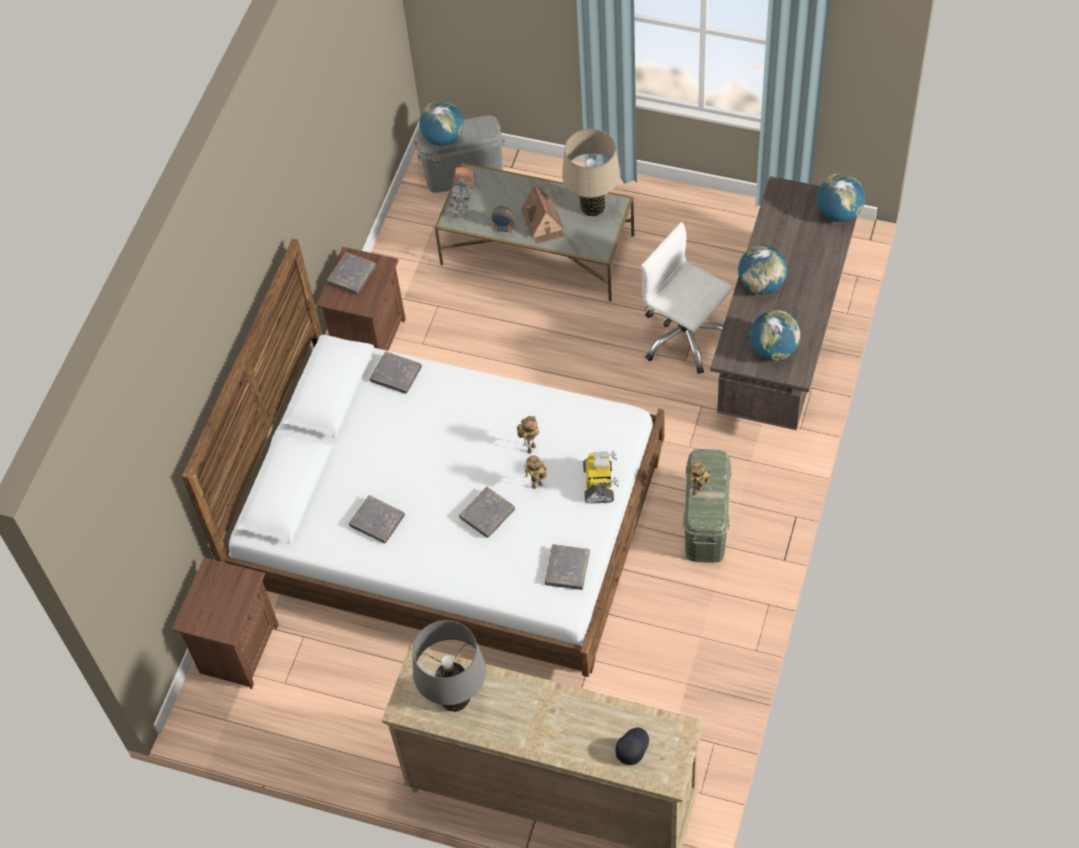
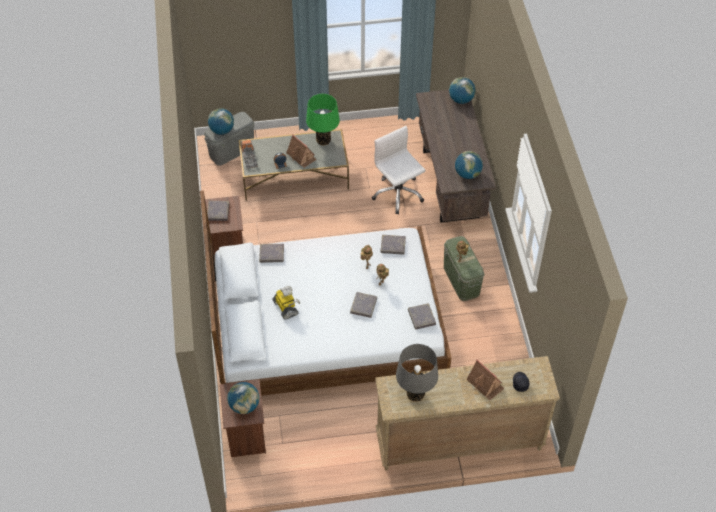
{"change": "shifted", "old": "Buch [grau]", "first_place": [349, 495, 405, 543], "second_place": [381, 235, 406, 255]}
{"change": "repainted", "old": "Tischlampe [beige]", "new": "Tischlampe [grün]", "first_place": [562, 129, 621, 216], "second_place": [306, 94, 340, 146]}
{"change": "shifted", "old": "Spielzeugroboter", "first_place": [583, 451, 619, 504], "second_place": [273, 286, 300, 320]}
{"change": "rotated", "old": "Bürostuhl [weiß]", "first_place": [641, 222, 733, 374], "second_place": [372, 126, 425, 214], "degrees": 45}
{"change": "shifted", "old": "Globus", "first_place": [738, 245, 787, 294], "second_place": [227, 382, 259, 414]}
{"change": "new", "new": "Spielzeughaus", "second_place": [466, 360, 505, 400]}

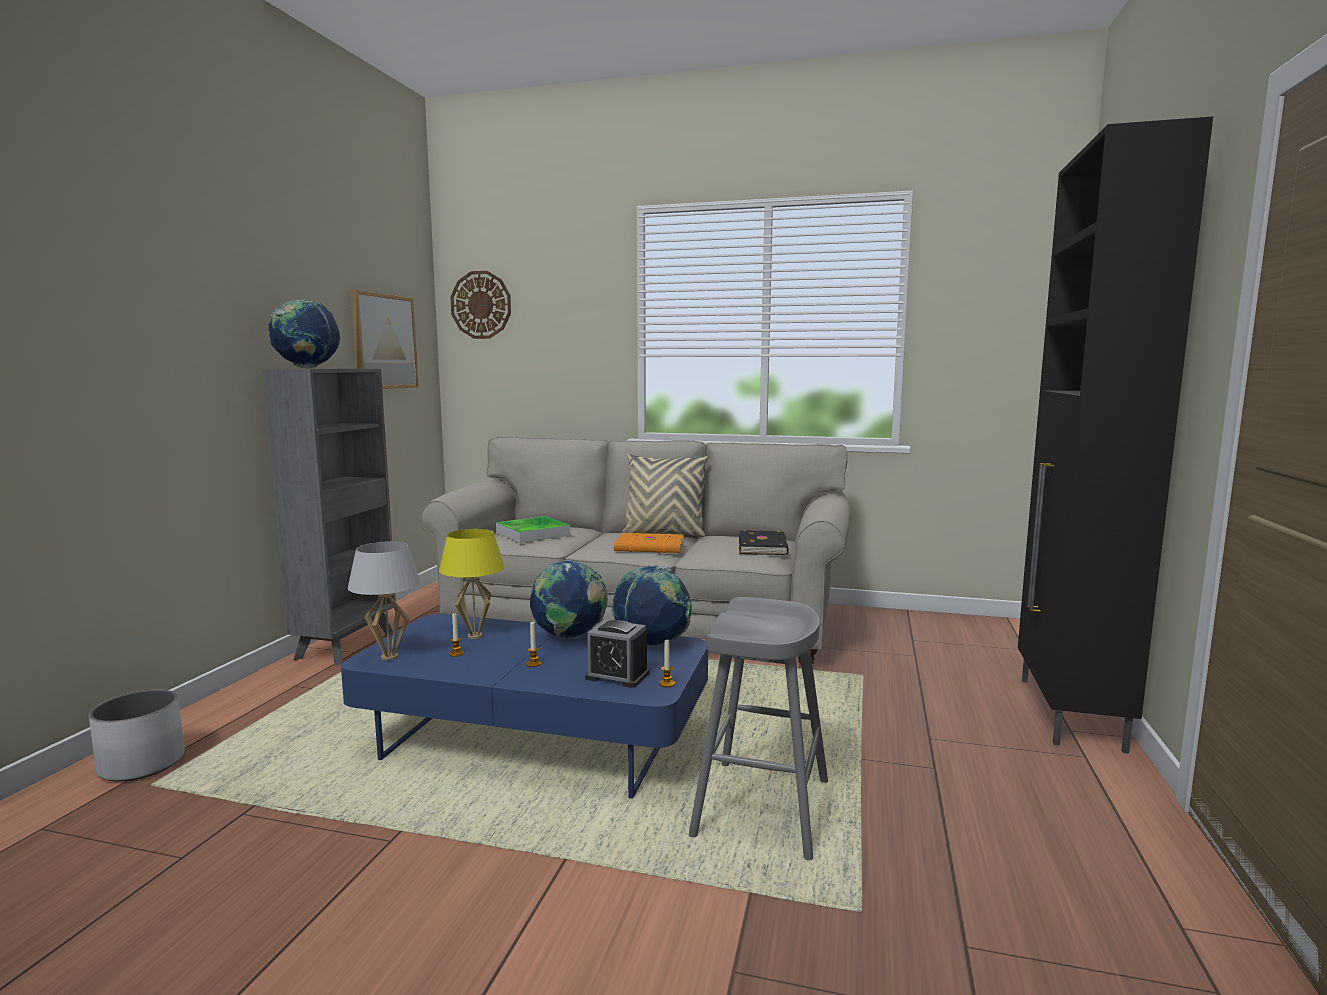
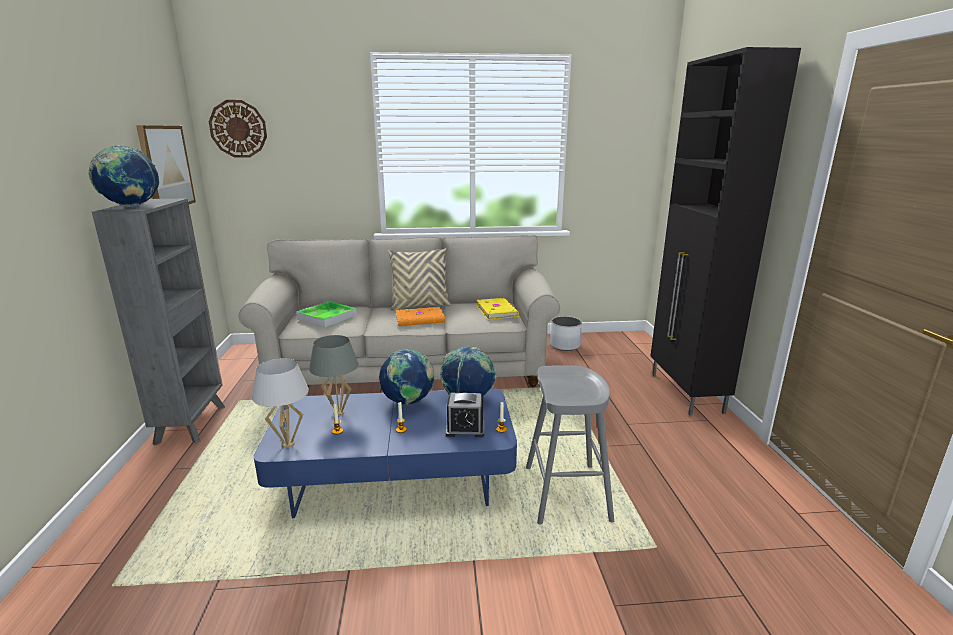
{"change": "shifted", "old": "Pflanzkübel [weiß]", "first_place": [89, 690, 185, 782], "second_place": [550, 316, 582, 351]}
{"change": "repainted", "old": "Tischlampe [gelb]", "new": "Tischlampe [grau]", "first_place": [439, 529, 505, 639], "second_place": [309, 335, 359, 416]}
{"change": "repainted", "old": "Buch [schwarz]", "new": "Buch [gelb]", "first_place": [739, 530, 789, 555], "second_place": [477, 298, 519, 319]}

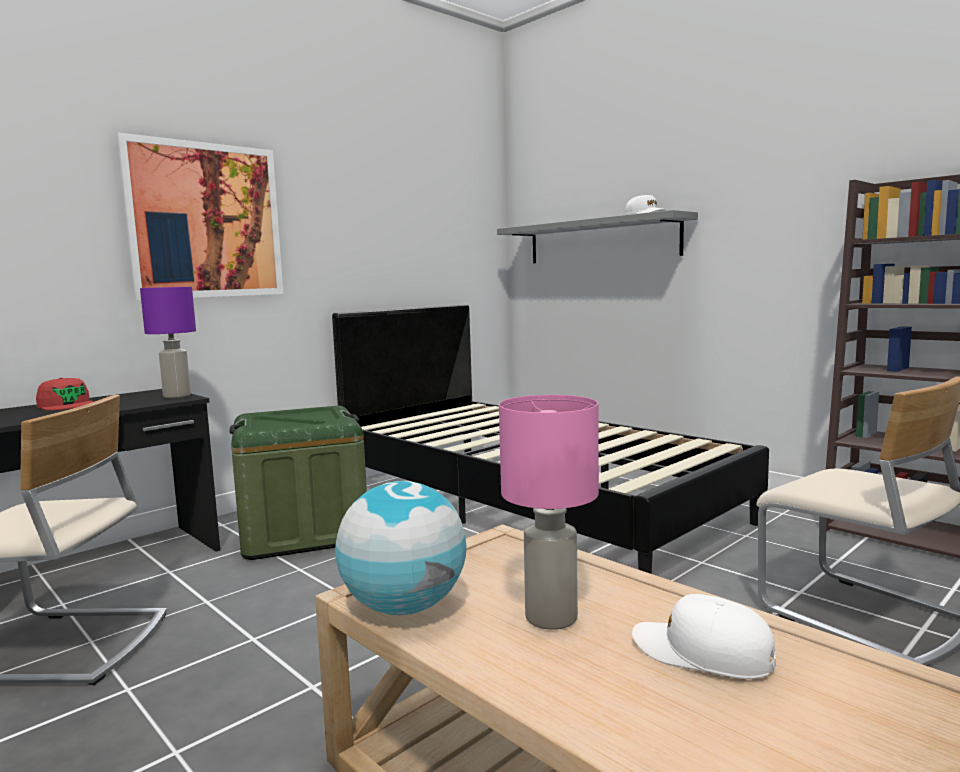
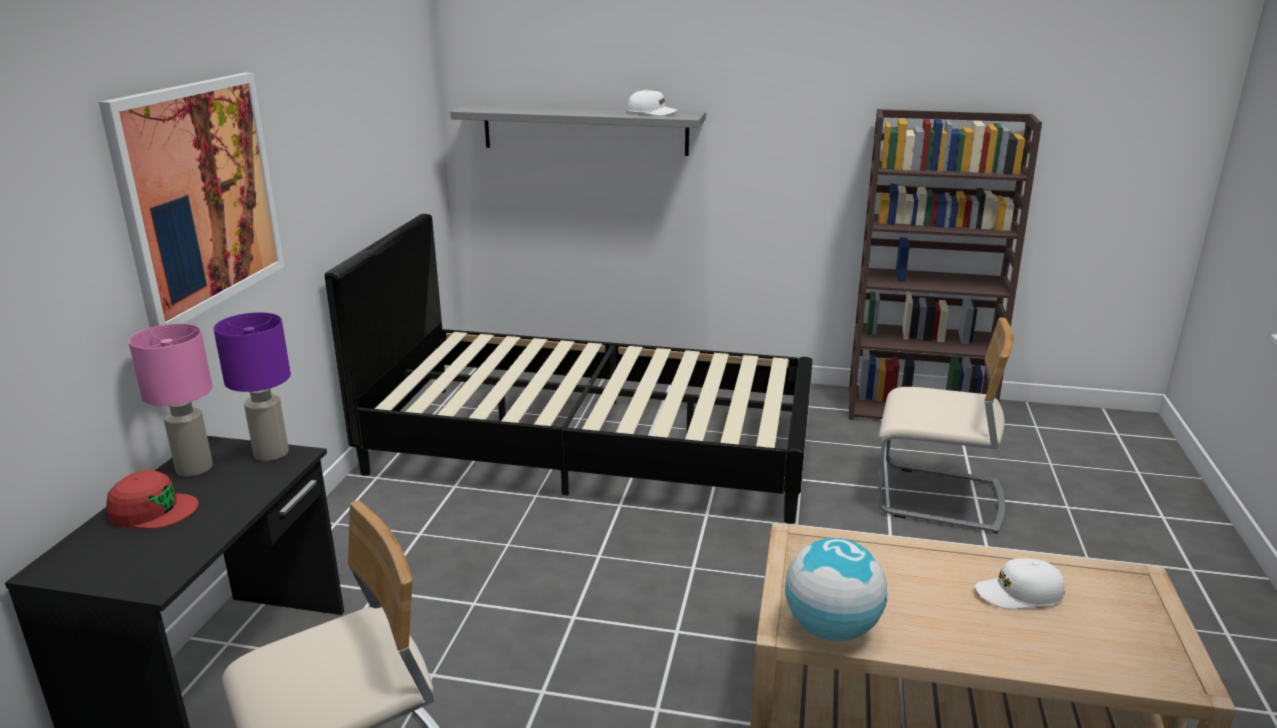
{"change": "gone", "old": "Aufbewahrungsbox [grün]", "first_place": [229, 406, 367, 560]}
{"change": "shifted", "old": "Tischlampe [rosa]", "first_place": [499, 395, 599, 630], "second_place": [128, 324, 213, 477]}

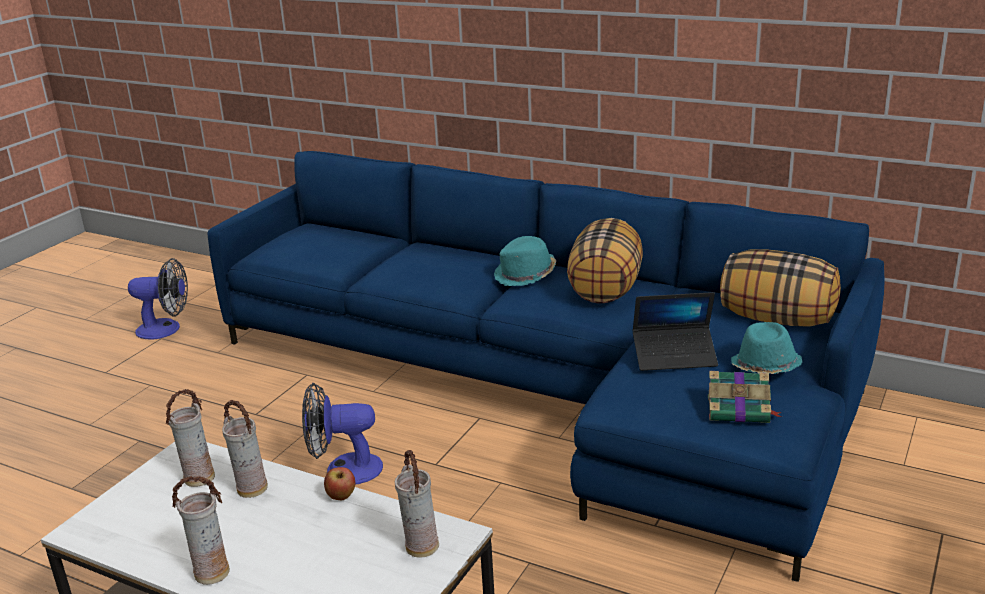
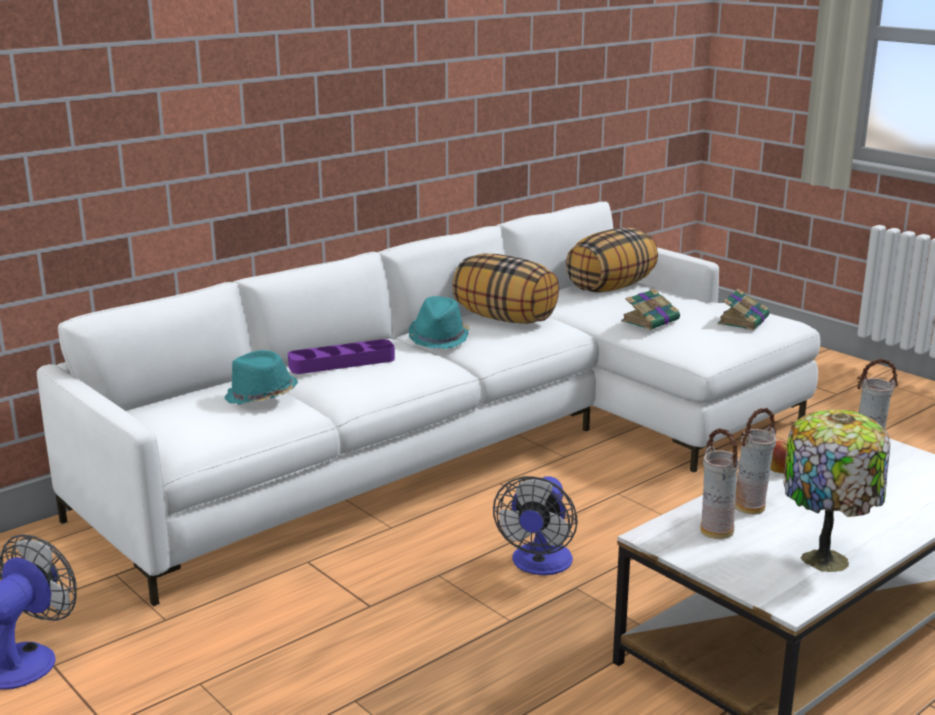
{"change": "gone", "old": "Vase", "first_place": [172, 476, 230, 585]}
{"change": "repainted", "old": "Sofa [blau]", "new": "Sofa [weiß]", "first_place": [208, 151, 885, 582], "second_place": [37, 202, 820, 606]}
{"change": "swapped", "old": "Laptop", "new": "Buch", "first_place": [633, 292, 718, 371], "second_place": [621, 288, 680, 330]}
{"change": "shifted", "old": "Hut [türkis]", "first_place": [731, 322, 802, 374], "second_place": [225, 350, 298, 405]}
{"change": "new", "new": "Tablett [lila]", "second_place": [288, 339, 395, 374]}
{"change": "new", "new": "Tischlampe", "second_place": [783, 410, 890, 572]}

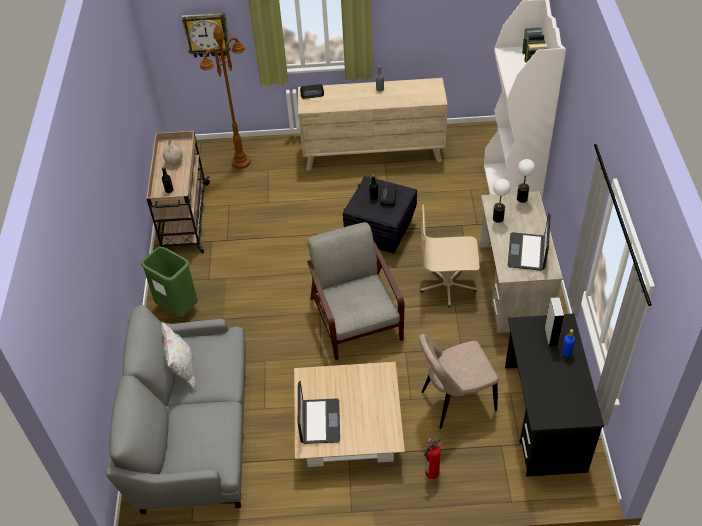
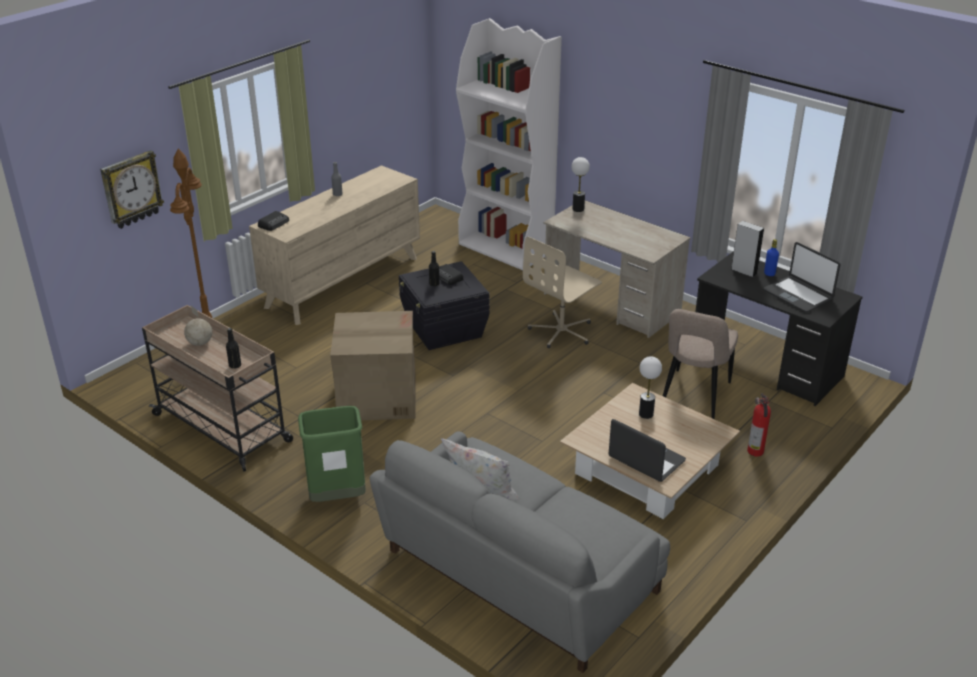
{"change": "gone", "old": "Sessel [grau]", "first_place": [307, 222, 404, 360]}
{"change": "shifted", "old": "Tischlampe", "first_place": [493, 179, 511, 223], "second_place": [639, 356, 662, 419]}
{"change": "shifted", "old": "Laptop", "first_place": [508, 213, 551, 271], "second_place": [763, 242, 841, 312]}
{"change": "new", "new": "Karton", "second_place": [330, 311, 415, 420]}

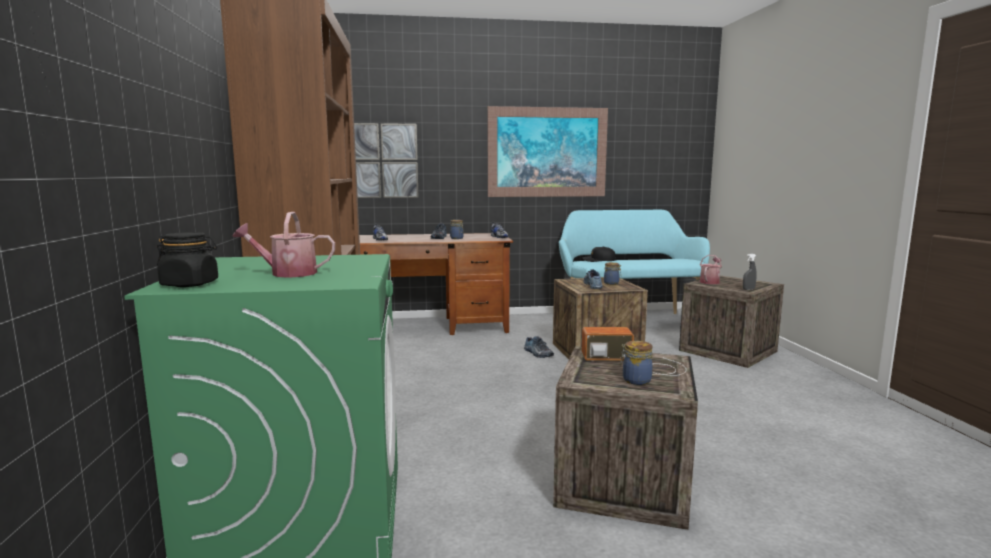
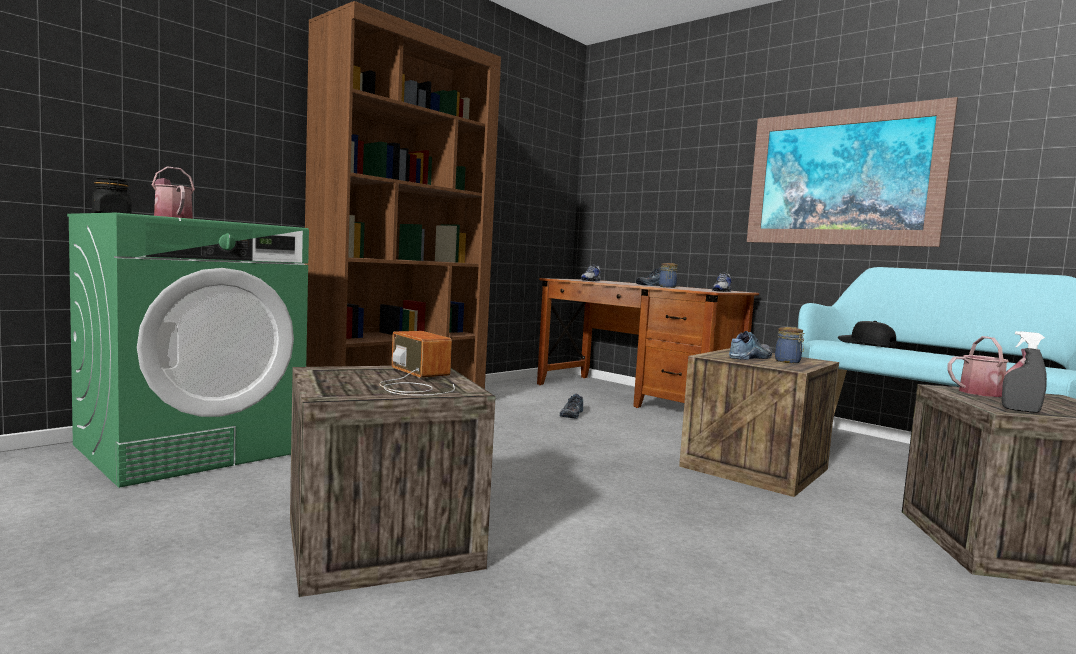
{"change": "gone", "old": "Bild", "first_place": [354, 123, 419, 198]}
{"change": "shifted", "old": "Schuh", "first_place": [524, 336, 554, 358], "second_place": [560, 394, 583, 419]}
{"change": "gone", "old": "Vorratsglas", "first_place": [620, 341, 653, 385]}

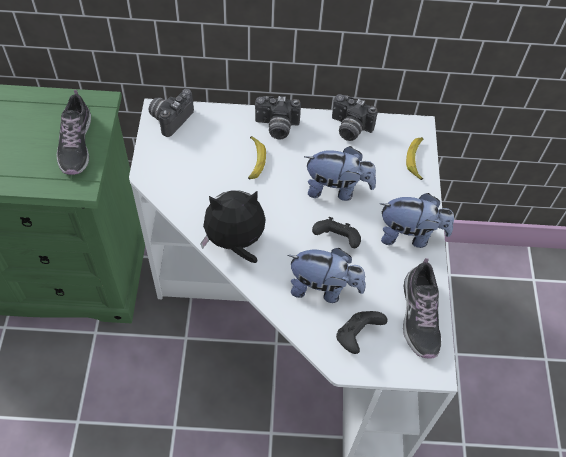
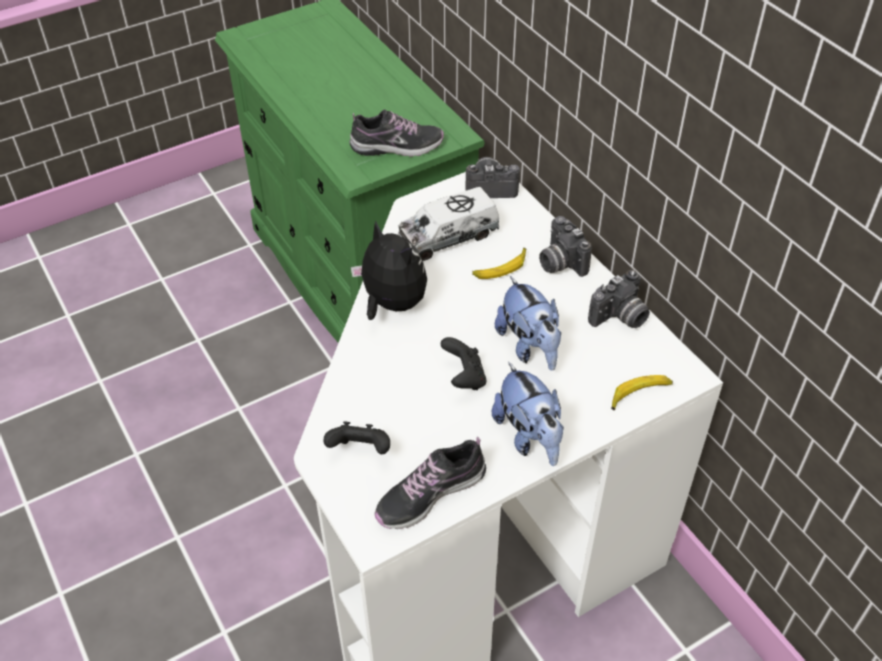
{"change": "rotated", "old": "Schuh", "first_place": [57, 90, 91, 175], "second_place": [350, 110, 444, 156], "degrees": -150}
{"change": "gone", "old": "Plüschtier", "first_place": [287, 248, 366, 303]}
{"change": "rotated", "old": "Kamera", "first_place": [332, 94, 378, 141], "second_place": [588, 270, 650, 328], "degrees": -120}
{"change": "new", "new": "Spielzeuglaster", "second_place": [398, 187, 500, 261]}

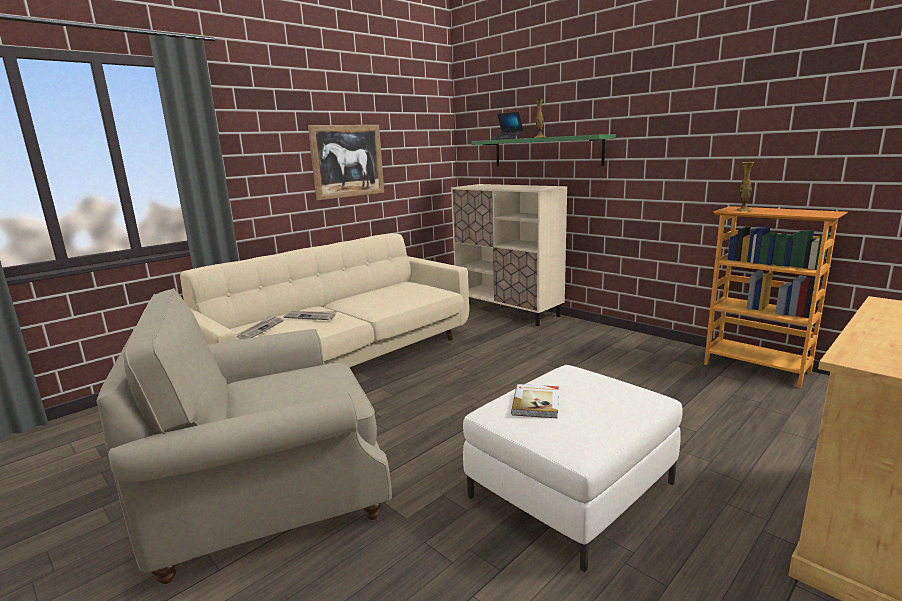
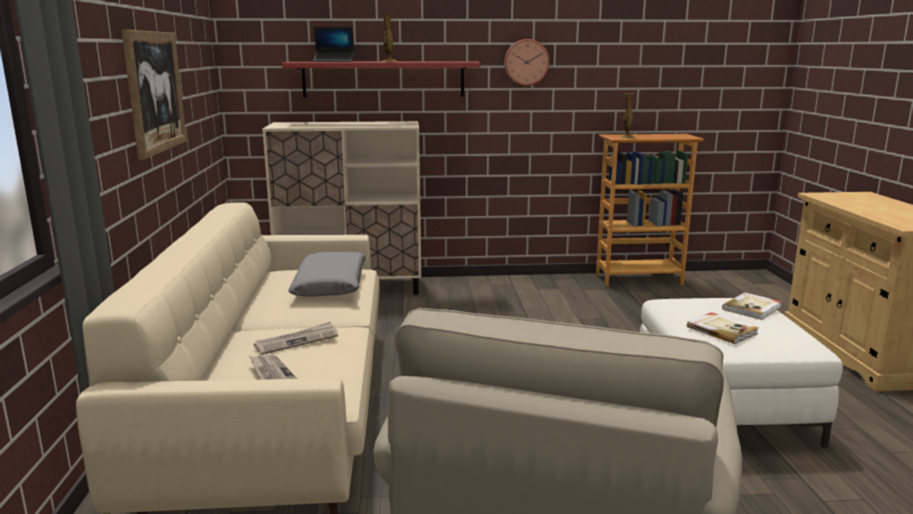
{"change": "repainted", "old": "Wandregal [grün]", "new": "Wandregal [rot]", "first_place": [471, 134, 616, 166], "second_place": [282, 61, 481, 98]}
{"change": "new", "new": "Kissen [grau]", "second_place": [288, 252, 366, 297]}
{"change": "new", "new": "Wanduhr", "second_place": [504, 39, 549, 86]}
{"change": "new", "new": "Buch", "second_place": [722, 292, 782, 320]}

